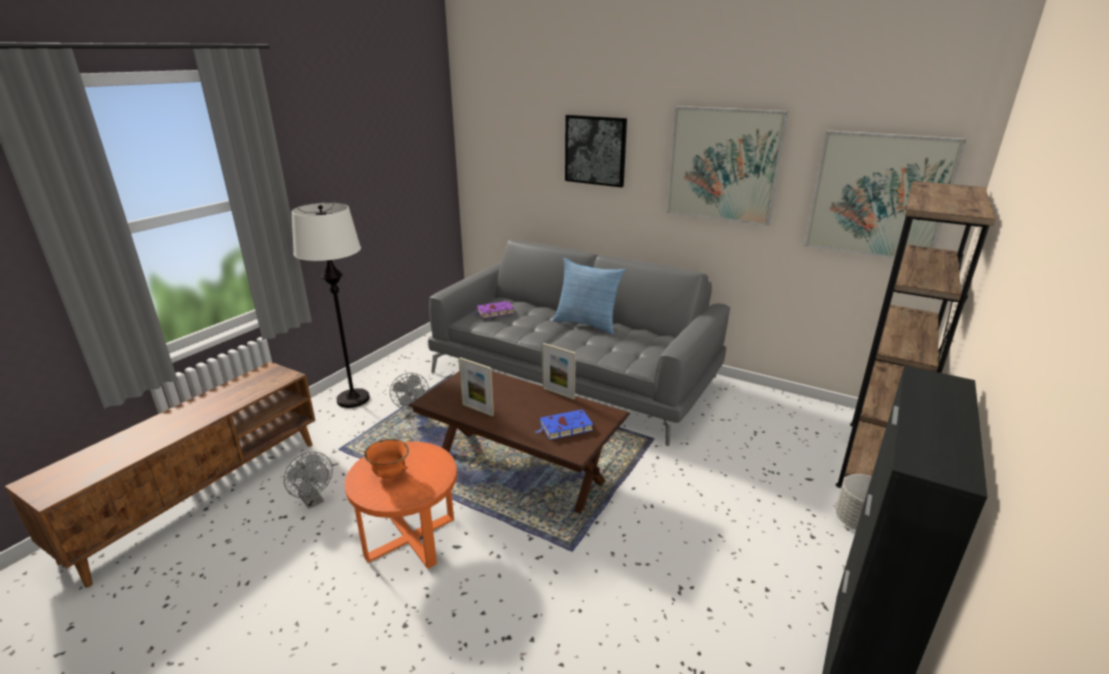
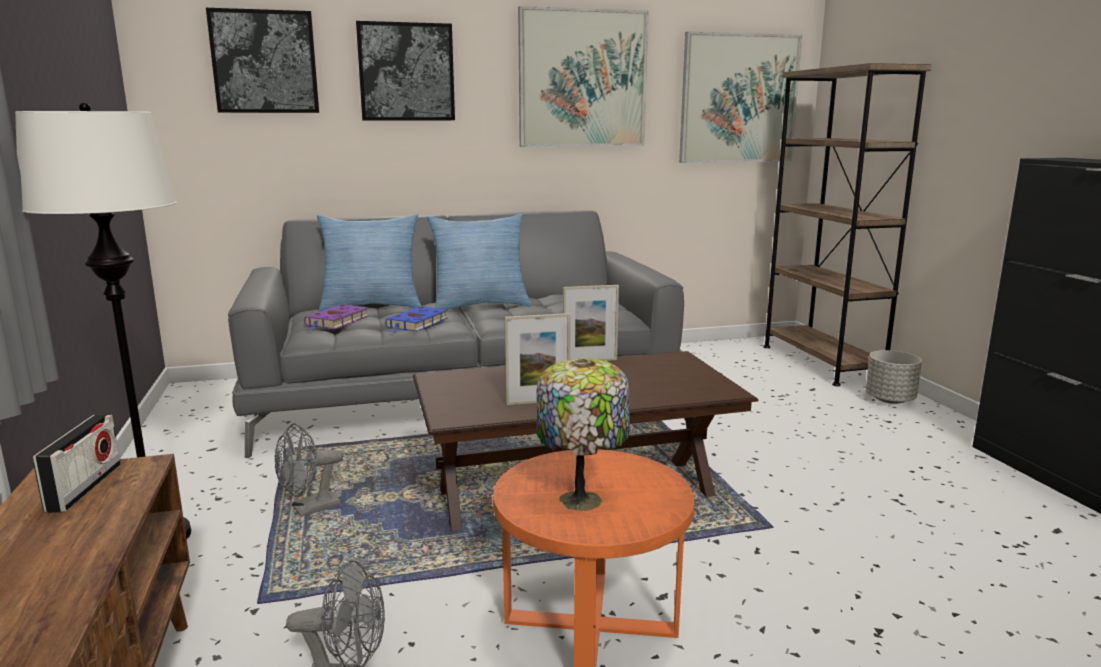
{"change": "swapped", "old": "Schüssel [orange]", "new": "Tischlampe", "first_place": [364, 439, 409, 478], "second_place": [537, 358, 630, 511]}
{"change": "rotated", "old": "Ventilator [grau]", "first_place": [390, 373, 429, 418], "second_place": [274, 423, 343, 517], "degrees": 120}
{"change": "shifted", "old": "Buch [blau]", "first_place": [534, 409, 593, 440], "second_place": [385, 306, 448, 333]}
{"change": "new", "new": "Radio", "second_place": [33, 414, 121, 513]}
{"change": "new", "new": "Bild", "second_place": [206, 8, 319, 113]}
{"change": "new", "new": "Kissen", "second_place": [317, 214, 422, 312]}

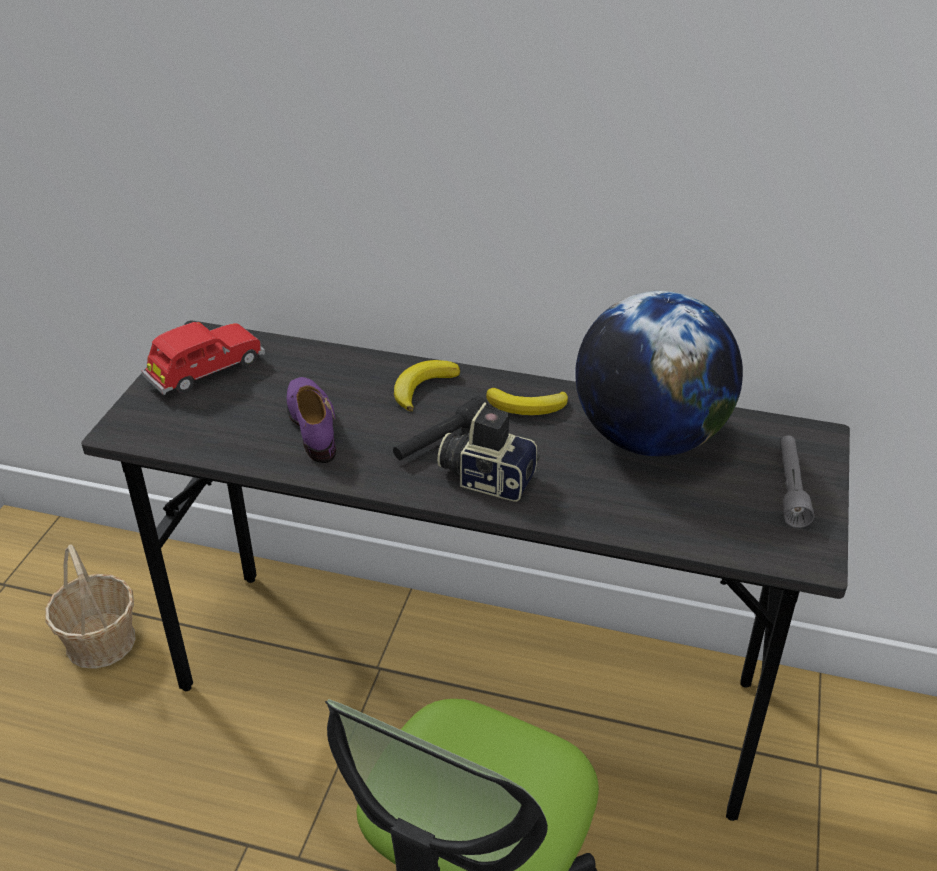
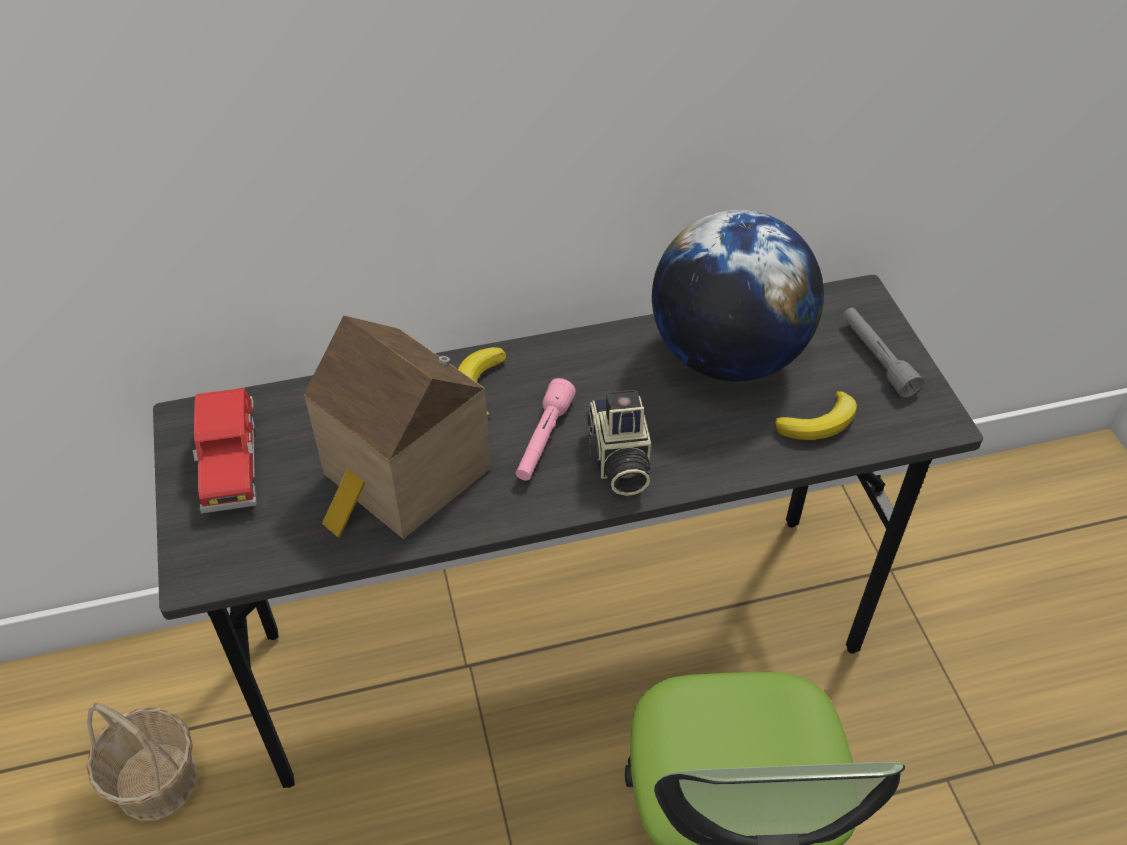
{"change": "rotated", "old": "Spielzeugauto [rot]", "first_place": [142, 322, 265, 395], "second_place": [193, 388, 257, 513], "degrees": 150}
{"change": "swapped", "old": "Schuh [lila]", "new": "Spielzeughaus", "first_place": [287, 377, 336, 463], "second_place": [304, 316, 491, 539]}
{"change": "repainted", "old": "Taschenlampe [schwarz]", "new": "Taschenlampe [rosa]", "first_place": [393, 396, 489, 460], "second_place": [516, 378, 576, 481]}
{"change": "rotated", "old": "Kamera", "first_place": [437, 402, 540, 502], "second_place": [586, 390, 651, 496], "degrees": -90}
{"change": "shifted", "old": "Banane", "first_place": [486, 388, 568, 415], "second_place": [775, 391, 857, 440]}

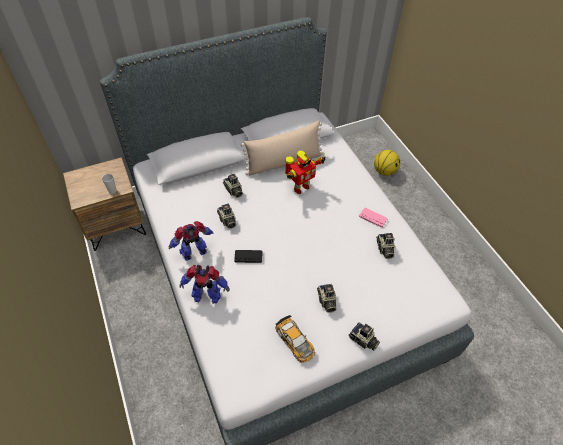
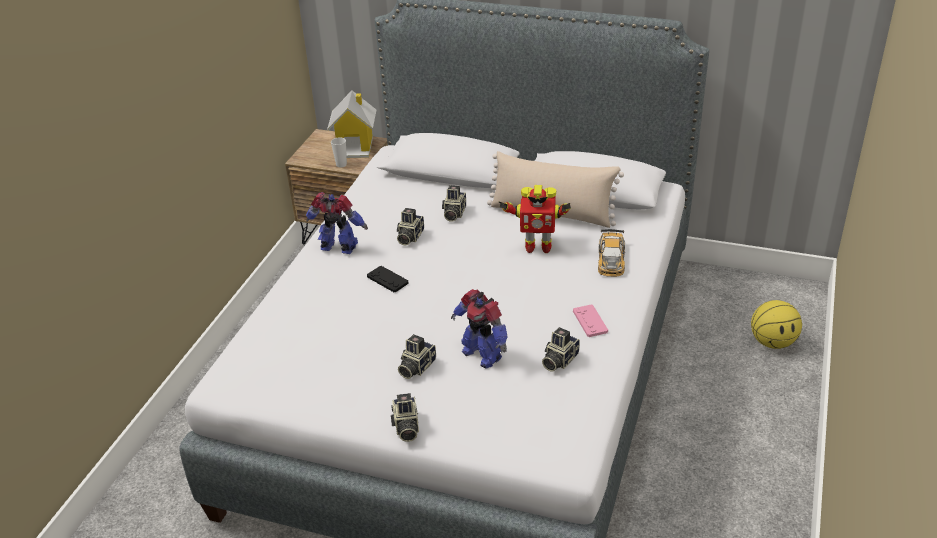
{"change": "shifted", "old": "Spielzeugroboter", "first_place": [179, 265, 230, 304], "second_place": [451, 289, 508, 369]}
{"change": "shifted", "old": "Spielzeugauto", "first_place": [275, 315, 315, 363], "second_place": [598, 229, 625, 277]}
{"change": "new", "new": "Spielzeughaus", "second_place": [327, 90, 376, 158]}

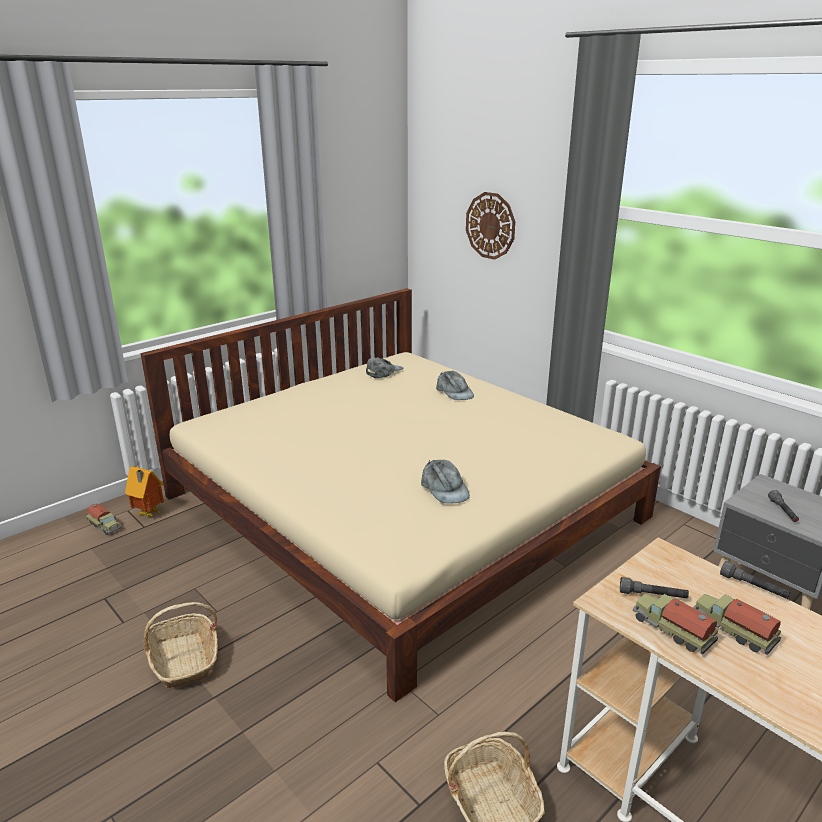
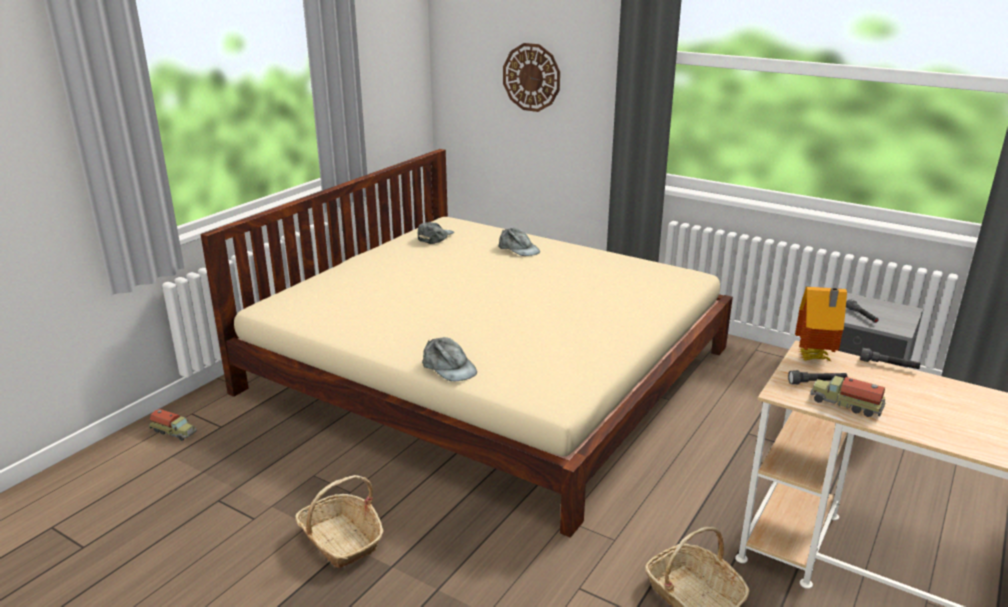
{"change": "shifted", "old": "Spielzeughaus", "first_place": [125, 466, 164, 519], "second_place": [795, 287, 847, 361]}
{"change": "shifted", "old": "Kappe [grau]", "first_place": [421, 460, 470, 503], "second_place": [422, 337, 477, 382]}
{"change": "gone", "old": "Spielzeuglaster", "first_place": [693, 594, 781, 655]}

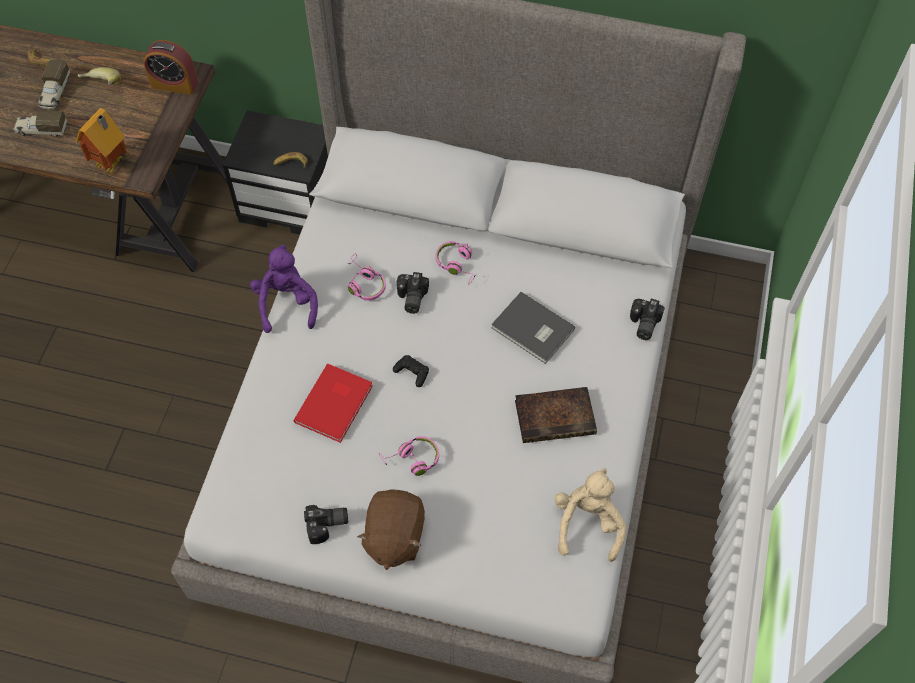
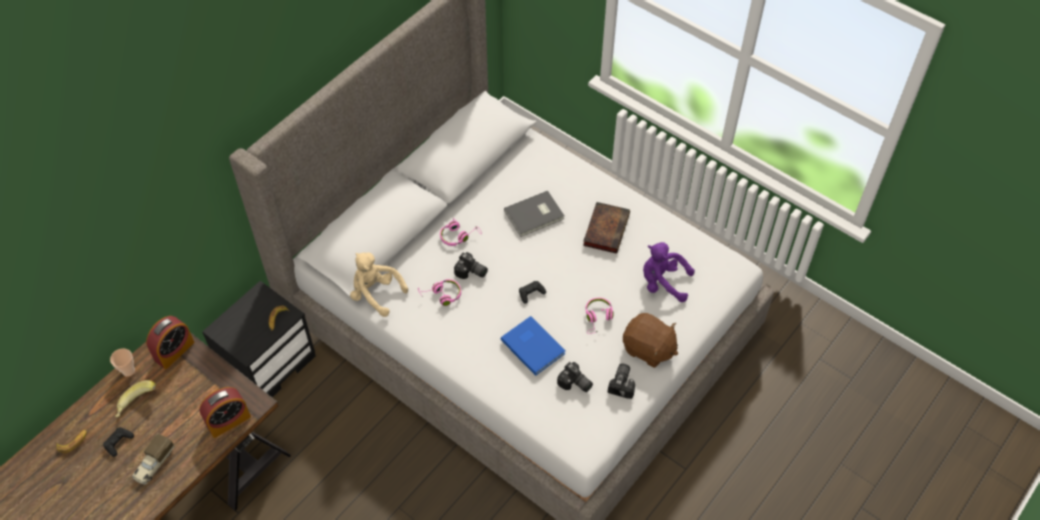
{"change": "swapped", "old": "Spielzeuglaster", "new": "Gamepad [schwarz]", "first_place": [38, 59, 70, 109], "second_place": [103, 427, 134, 457]}
{"change": "swapped", "old": "Spielzeughaus", "new": "Wecker", "first_place": [76, 108, 127, 175], "second_place": [199, 387, 251, 438]}
{"change": "shifted", "old": "Plüschtier [lila]", "first_place": [250, 244, 318, 333], "second_place": [643, 242, 695, 302]}
{"change": "repainted", "old": "Buch [rot]", "new": "Buch [blau]", "first_place": [293, 363, 373, 443], "second_place": [501, 316, 565, 376]}
{"change": "shifted", "old": "Plüschtier [beige]", "first_place": [555, 468, 626, 562], "second_place": [350, 253, 408, 317]}
{"change": "shifted", "old": "Kamera", "first_place": [630, 299, 665, 340], "second_place": [557, 362, 593, 392]}
{"change": "new", "new": "Tasse", "second_place": [110, 348, 135, 377]}

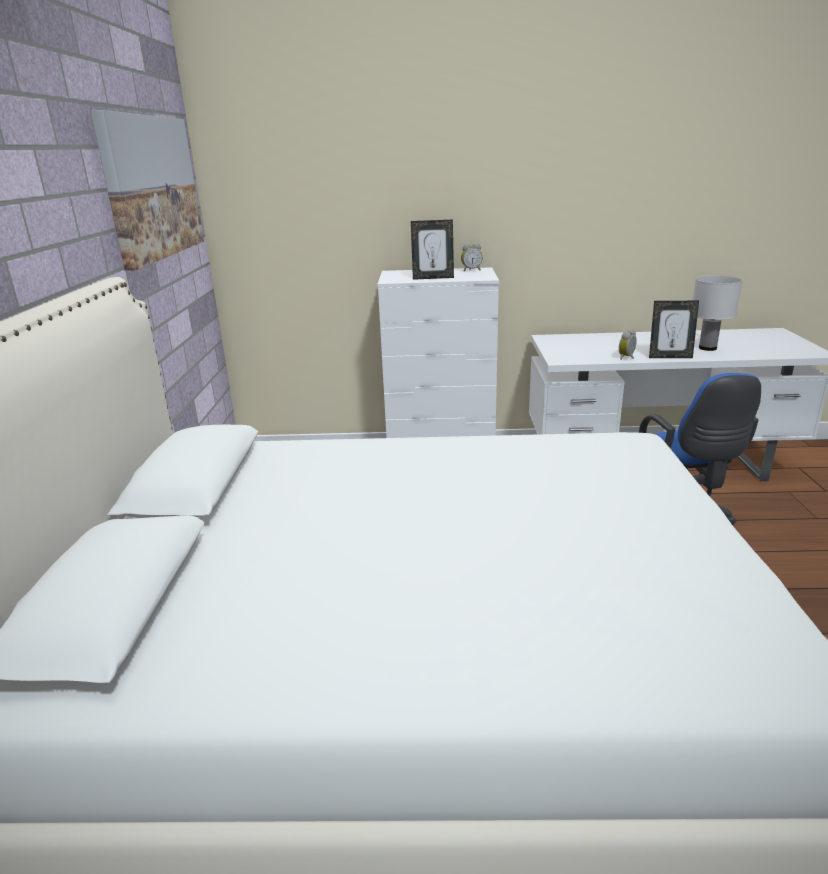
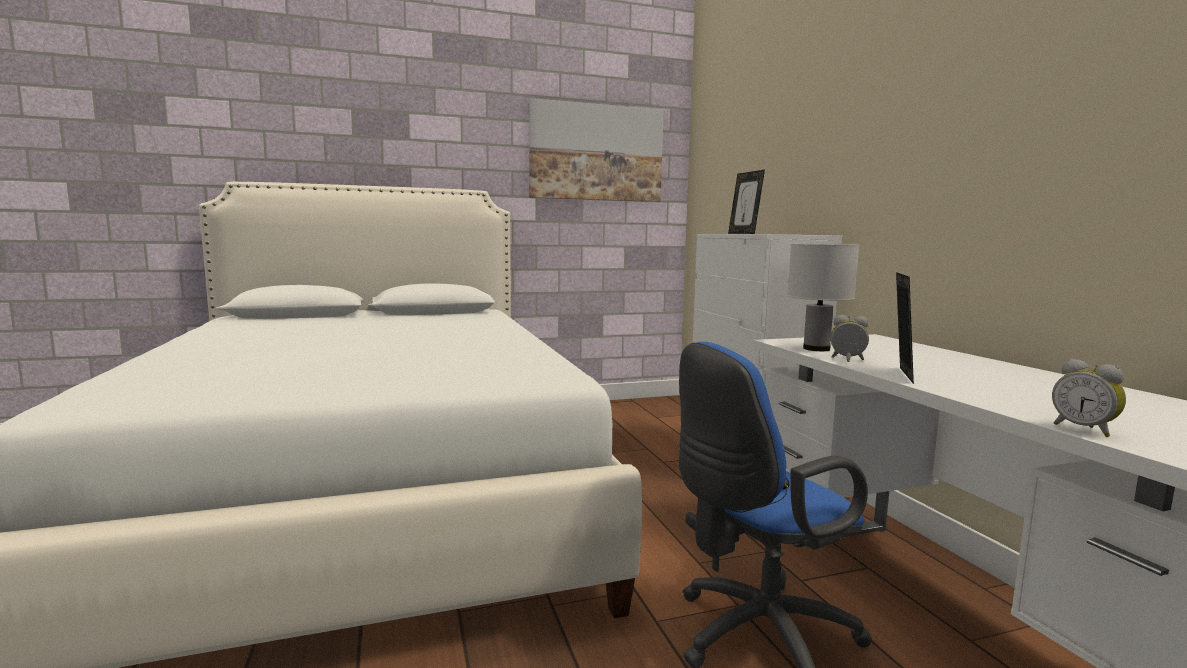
{"change": "shifted", "old": "Wecker", "first_place": [461, 243, 482, 271], "second_place": [1052, 359, 1126, 437]}
{"change": "rotated", "old": "Bilderrahmen", "first_place": [649, 301, 699, 358], "second_place": [896, 272, 914, 384], "degrees": -150}
{"change": "shifted", "old": "Tischlampe [weiß]", "first_place": [692, 275, 743, 351], "second_place": [787, 244, 859, 351]}

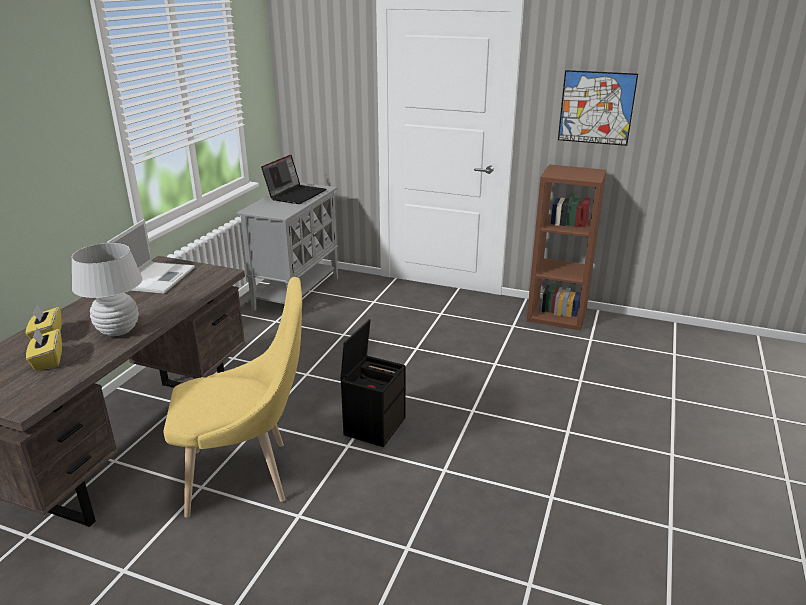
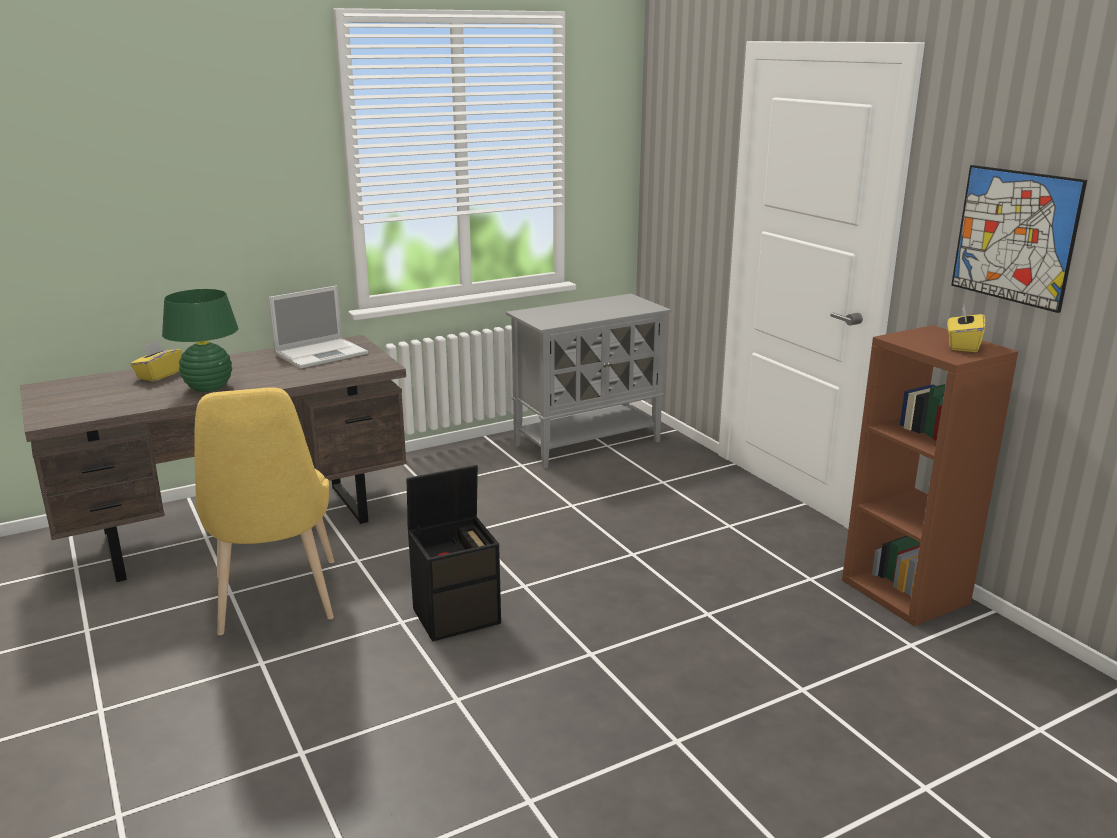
{"change": "shifted", "old": "Taschentuchbox [gelb]", "first_place": [26, 328, 62, 371], "second_place": [947, 306, 986, 352]}
{"change": "repainted", "old": "Tischlampe [weiß]", "new": "Tischlampe [grün]", "first_place": [72, 243, 143, 336], "second_place": [162, 289, 239, 392]}
{"change": "rotated", "old": "Stuhl [gelb]", "first_place": [163, 277, 302, 518], "second_place": [194, 387, 334, 635], "degrees": 45}
{"change": "gone", "old": "Laptop", "first_place": [261, 155, 326, 204]}

